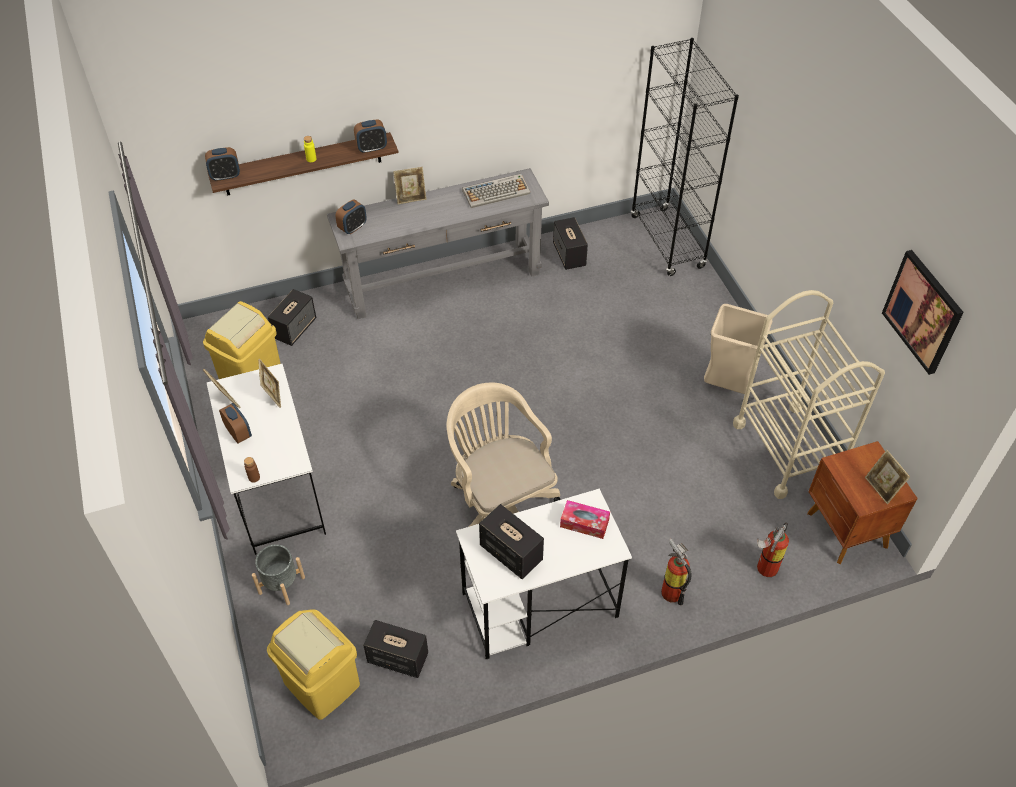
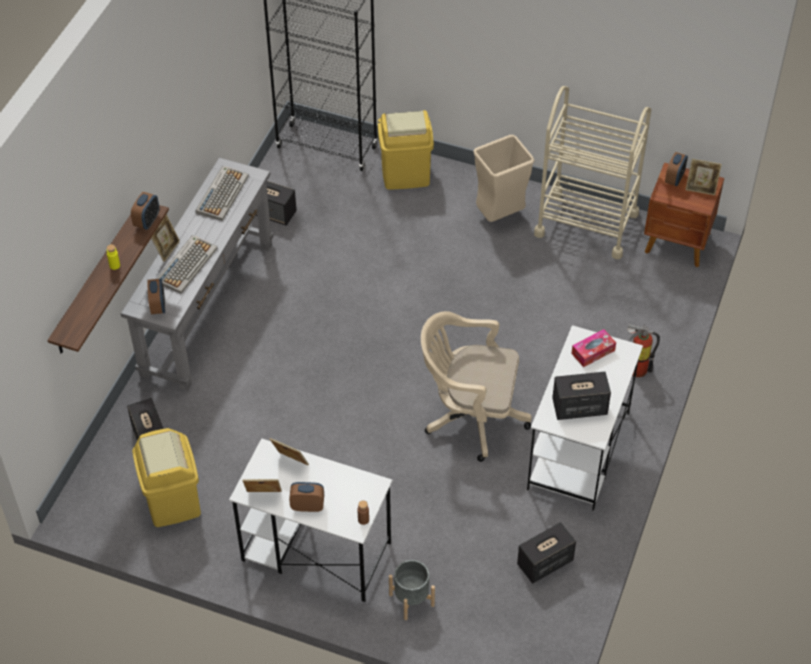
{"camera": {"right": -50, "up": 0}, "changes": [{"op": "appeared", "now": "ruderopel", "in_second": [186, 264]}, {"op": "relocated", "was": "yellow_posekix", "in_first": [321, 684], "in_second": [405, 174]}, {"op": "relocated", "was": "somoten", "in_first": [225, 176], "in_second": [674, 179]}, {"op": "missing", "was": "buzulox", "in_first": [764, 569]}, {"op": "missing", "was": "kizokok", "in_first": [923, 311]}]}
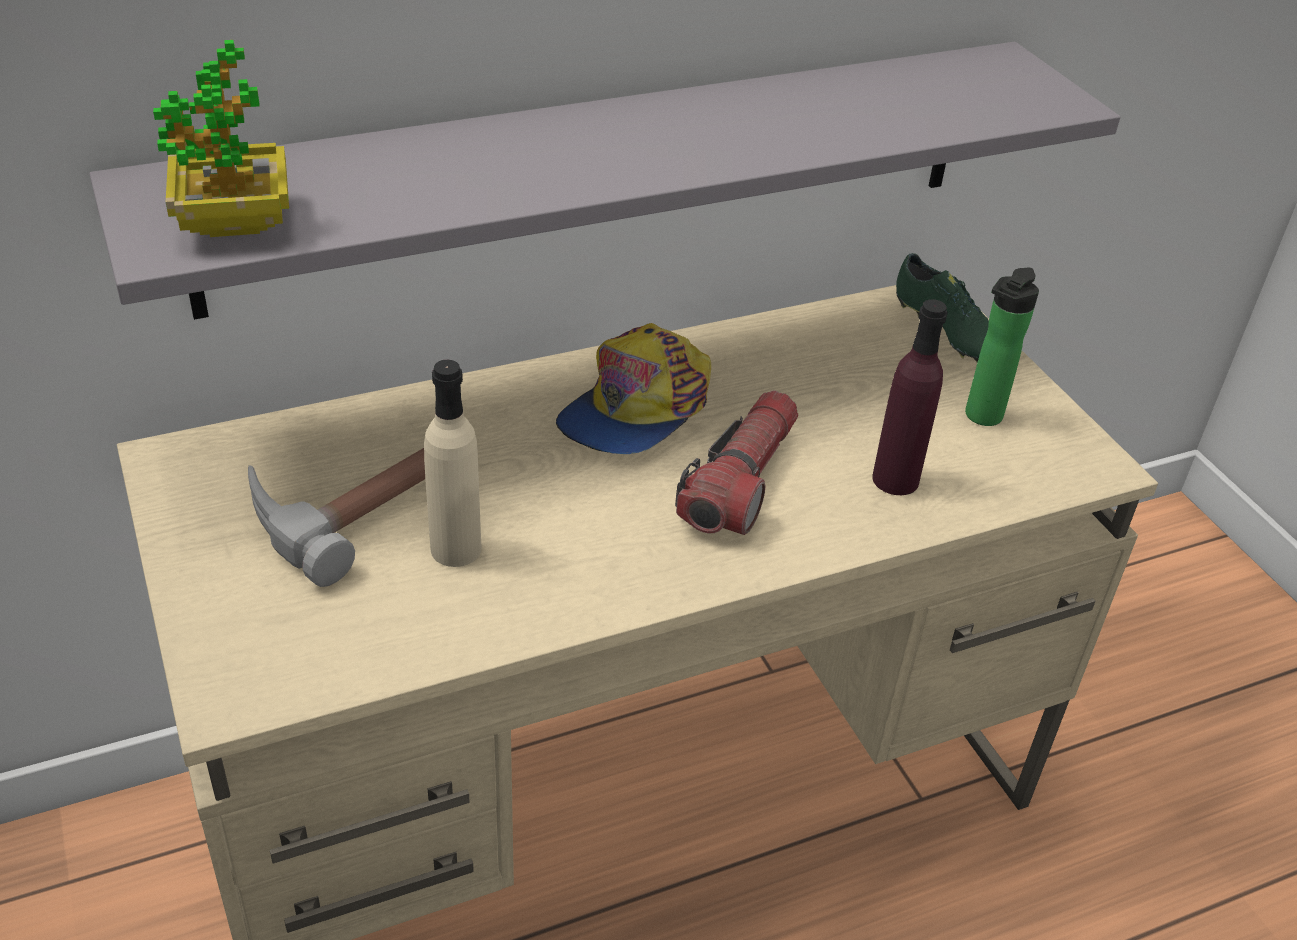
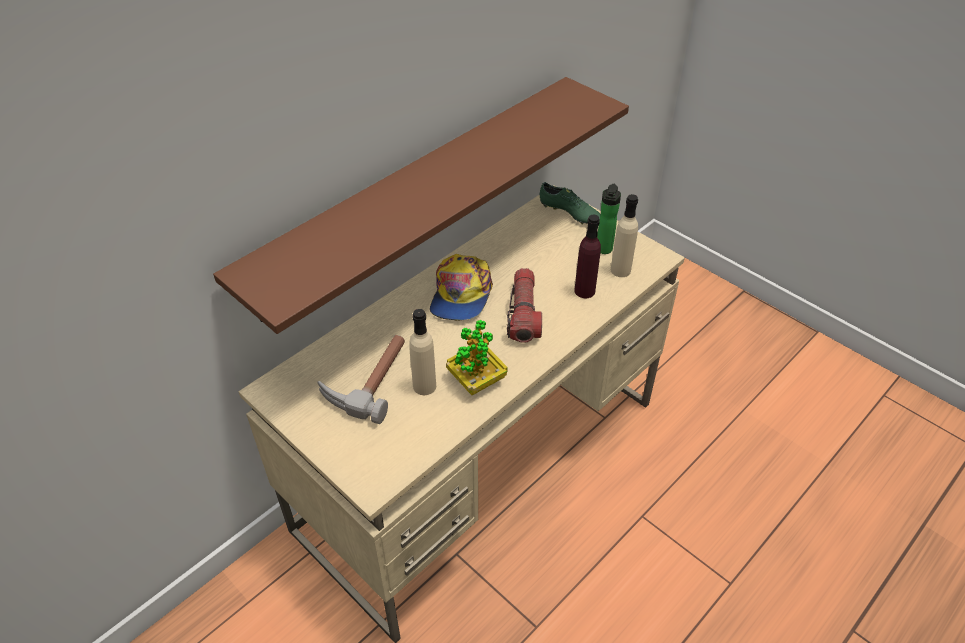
{"camera": {"right": -20, "up": 5}, "changes": [{"op": "colour", "was": "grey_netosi", "now": "brown_netosi", "in_first": [603, 173], "in_second": [416, 193]}, {"op": "relocated", "was": "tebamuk", "in_first": [234, 223], "in_second": [476, 380]}, {"op": "appeared", "now": "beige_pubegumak", "in_second": [620, 270]}]}
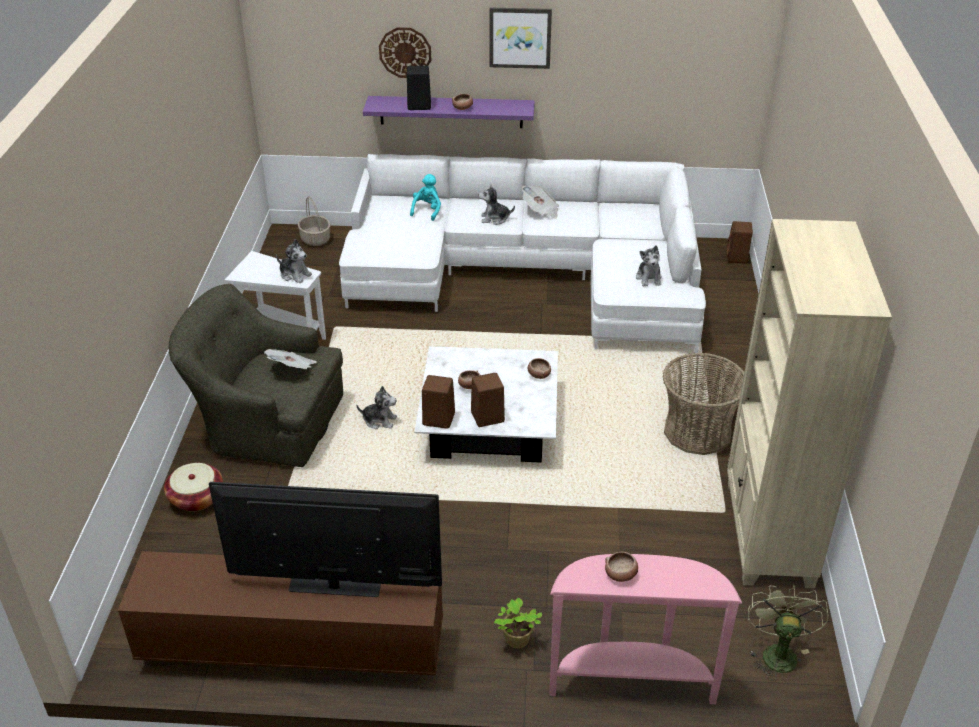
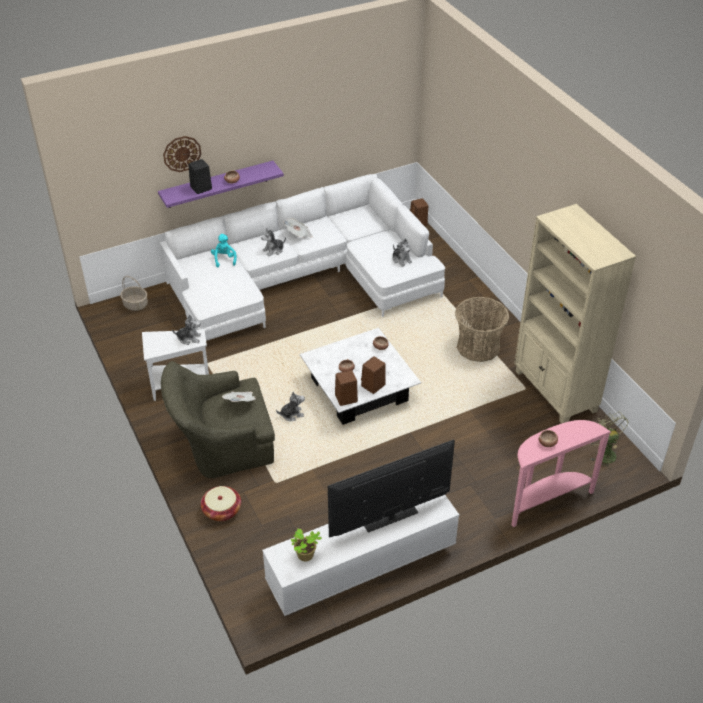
{"camera": {"right": -30, "up": 5}, "changes": [{"op": "colour", "was": "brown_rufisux", "now": "white_rufisux", "in_first": [292, 649], "in_second": [360, 569]}, {"op": "relocated", "was": "tebamuk", "in_first": [516, 641], "in_second": [305, 556]}, {"op": "missing", "was": "kizokok", "in_first": [520, 37]}]}
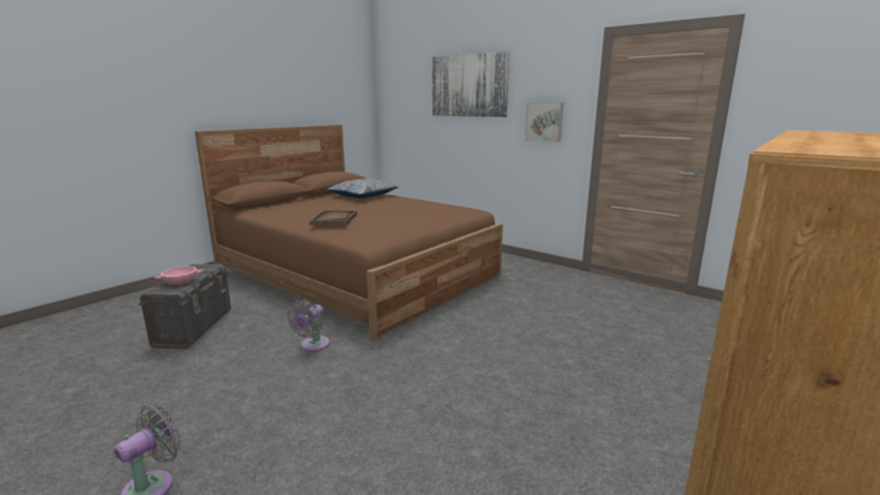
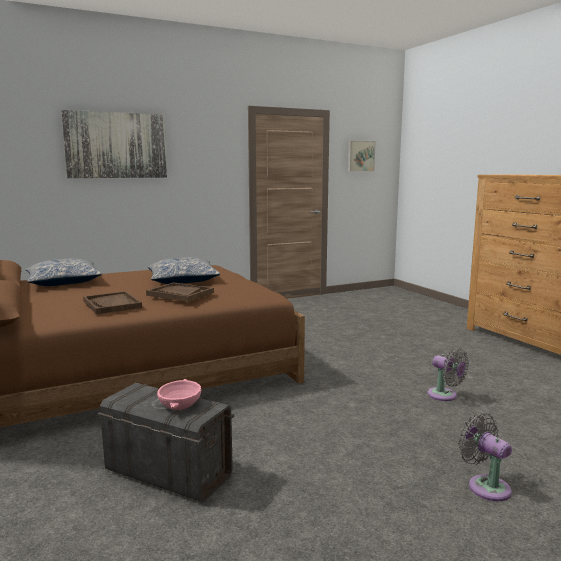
{"camera": {"right": -65, "up": -5}, "changes": [{"op": "appeared", "now": "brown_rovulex", "in_second": [112, 304]}, {"op": "appeared", "now": "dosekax", "in_second": [183, 280]}, {"op": "relocated", "was": "kizokok", "in_first": [544, 121], "in_second": [360, 156]}, {"op": "relocated", "was": "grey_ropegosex", "in_first": [313, 346], "in_second": [445, 396]}]}
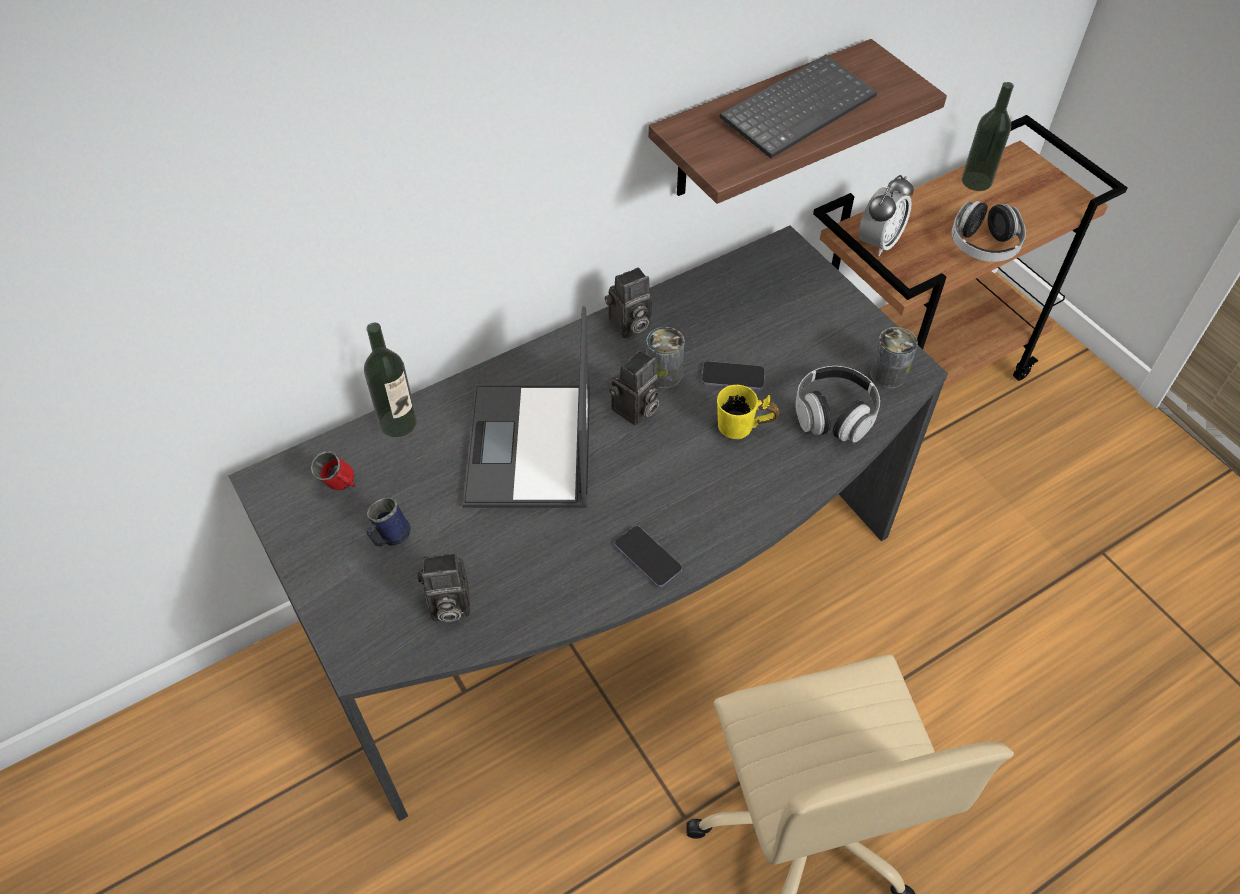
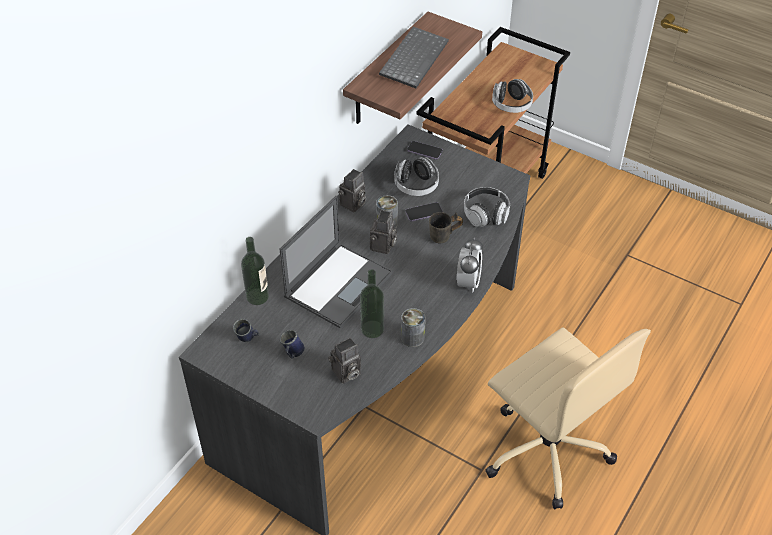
{"camera": {"right": -25, "up": -5}, "changes": [{"op": "colour", "was": "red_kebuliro", "now": "blue_kebuliro", "in_first": [341, 487], "in_second": [248, 339]}, {"op": "spun", "was": "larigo", "in_first": [530, 448], "in_second": [339, 284], "clockwise": -120}, {"op": "relocated", "was": "pubegumak", "in_first": [976, 181], "in_second": [372, 329]}, {"op": "appeared", "now": "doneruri", "in_second": [416, 186]}, {"op": "relocated", "was": "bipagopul", "in_first": [888, 374], "in_second": [412, 337]}, {"op": "relocated", "was": "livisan", "in_first": [648, 557], "in_second": [424, 151]}, {"op": "colour", "was": "yellow_kebuliro", "now": "grey_kebuliro", "in_first": [743, 431], "in_second": [445, 238]}, {"op": "relocated", "was": "somoten", "in_first": [879, 243], "in_second": [468, 282]}]}
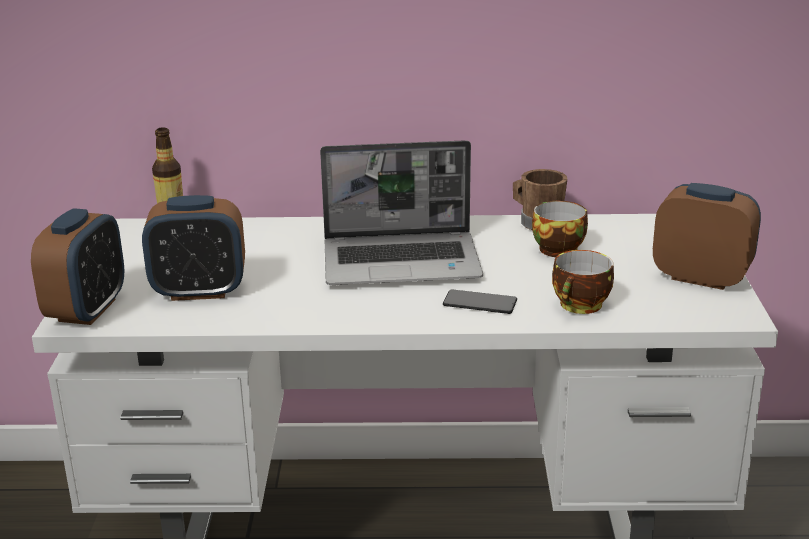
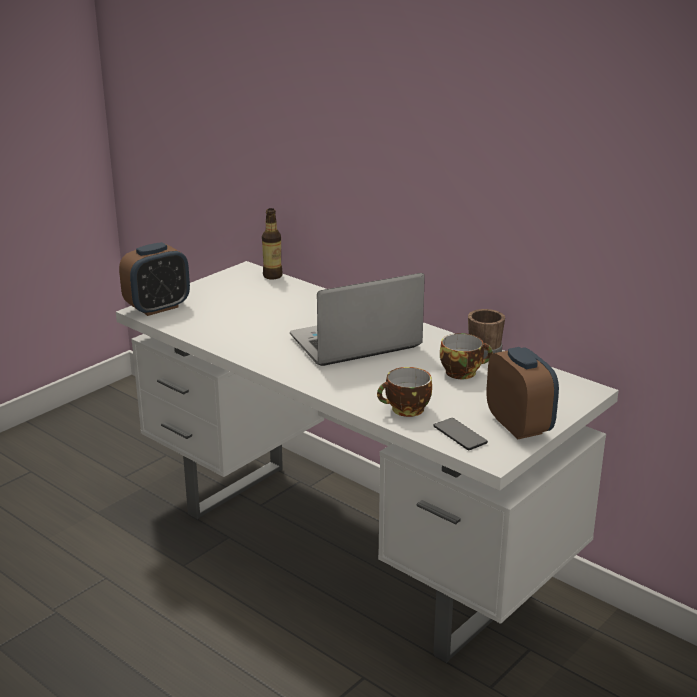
{"camera": {"right": 40, "up": 0}, "changes": [{"op": "spun", "was": "larigo", "in_first": [403, 261], "in_second": [354, 343], "clockwise": 120}, {"op": "relocated", "was": "livisan", "in_first": [480, 303], "in_second": [460, 435]}, {"op": "missing", "was": "somoten", "in_first": [199, 291]}]}
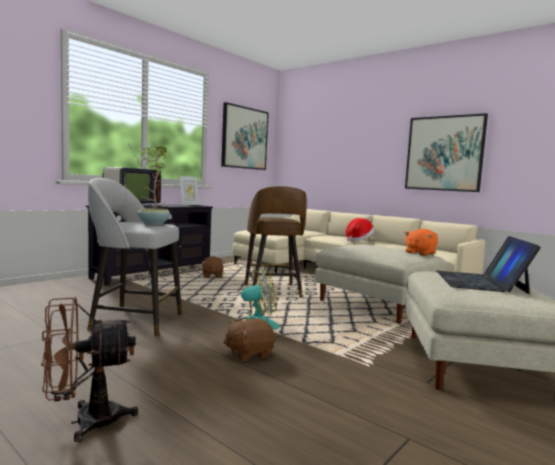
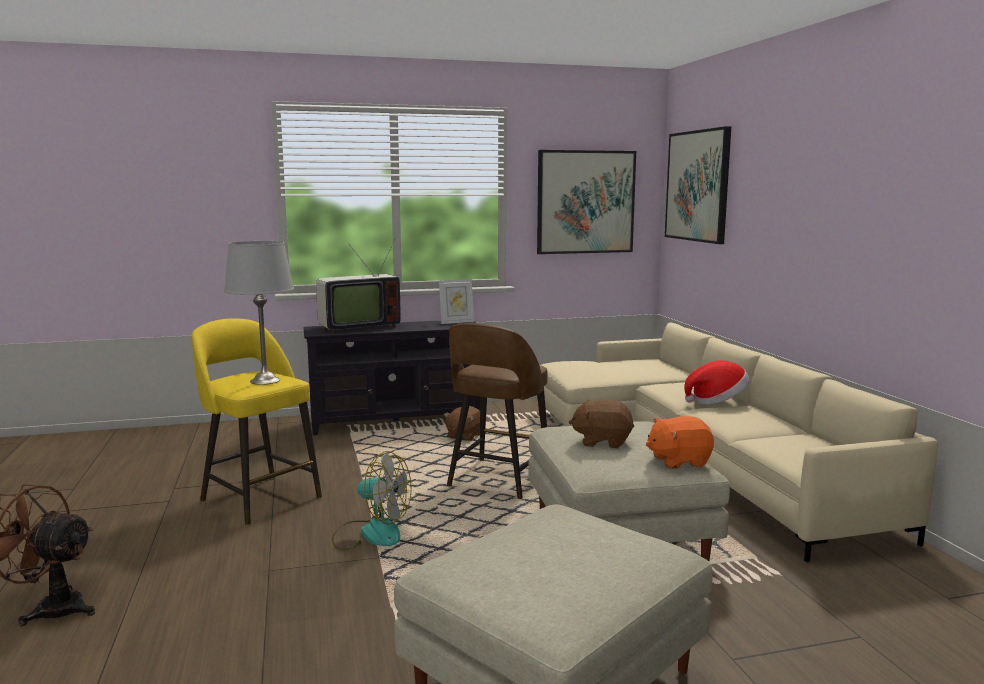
{"camera": {"right": 35, "up": 5}, "changes": [{"op": "colour", "was": "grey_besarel", "now": "yellow_besarel", "in_first": [134, 321], "in_second": [259, 498]}, {"op": "exchanged", "was": "tebamuk", "now": "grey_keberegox", "in_first": [152, 223], "in_second": [265, 381]}, {"op": "relocated", "was": "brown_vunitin", "in_first": [249, 353], "in_second": [602, 441]}, {"op": "relocated", "was": "kizokok", "in_first": [444, 153], "in_second": [698, 186]}, {"op": "missing", "was": "larigo", "in_first": [480, 282]}]}
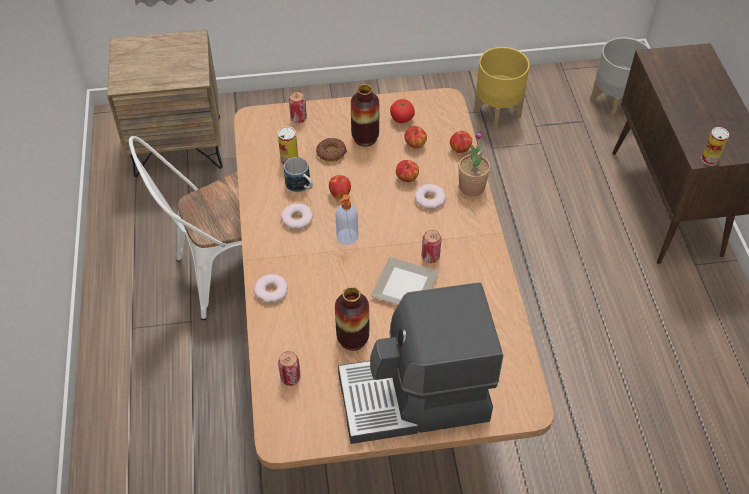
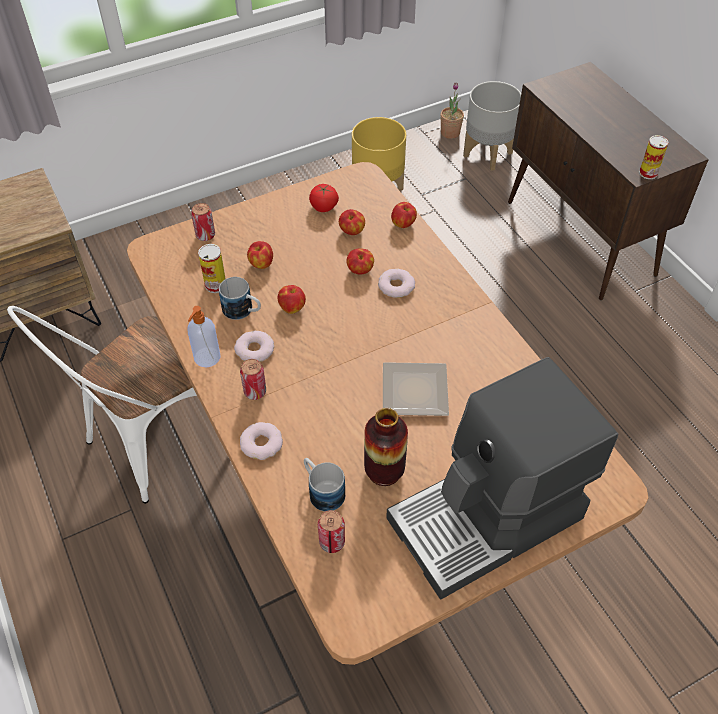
{"camera": {"right": -20, "up": 0}, "changes": [{"op": "relocated", "was": "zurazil", "in_first": [346, 237], "in_second": [206, 358]}, {"op": "relocated", "was": "bipagopul", "in_first": [430, 257], "in_second": [255, 392]}, {"op": "exchanged", "was": "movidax", "now": "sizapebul", "in_first": [331, 152], "in_second": [261, 264]}, {"op": "appeared", "now": "kebuliro", "in_second": [322, 490]}, {"op": "relocated", "was": "tebamuk", "in_first": [471, 187], "in_second": [450, 133]}, {"op": "missing", "was": "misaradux", "in_first": [365, 138]}]}
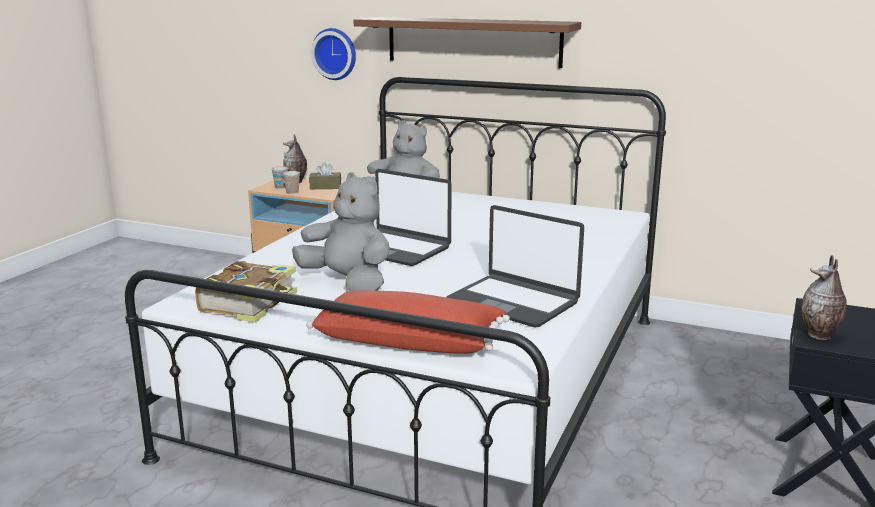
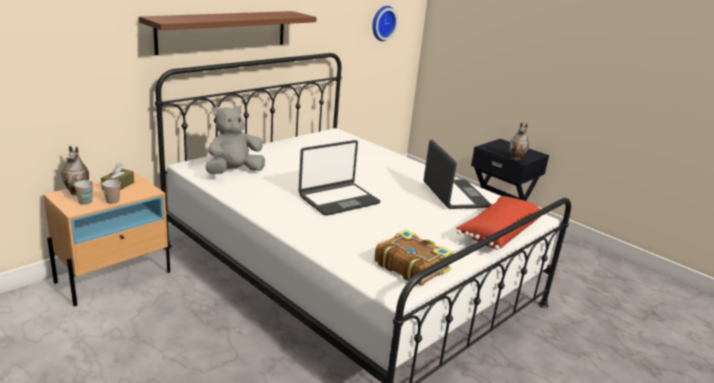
{"camera": {"right": -70, "up": 5}, "changes": [{"op": "relocated", "was": "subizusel", "in_first": [335, 54], "in_second": [382, 23]}, {"op": "spun", "was": "larigo", "in_first": [513, 302], "in_second": [454, 195], "clockwise": -75}, {"op": "missing", "was": "grey_vunitin", "in_first": [348, 283]}]}
